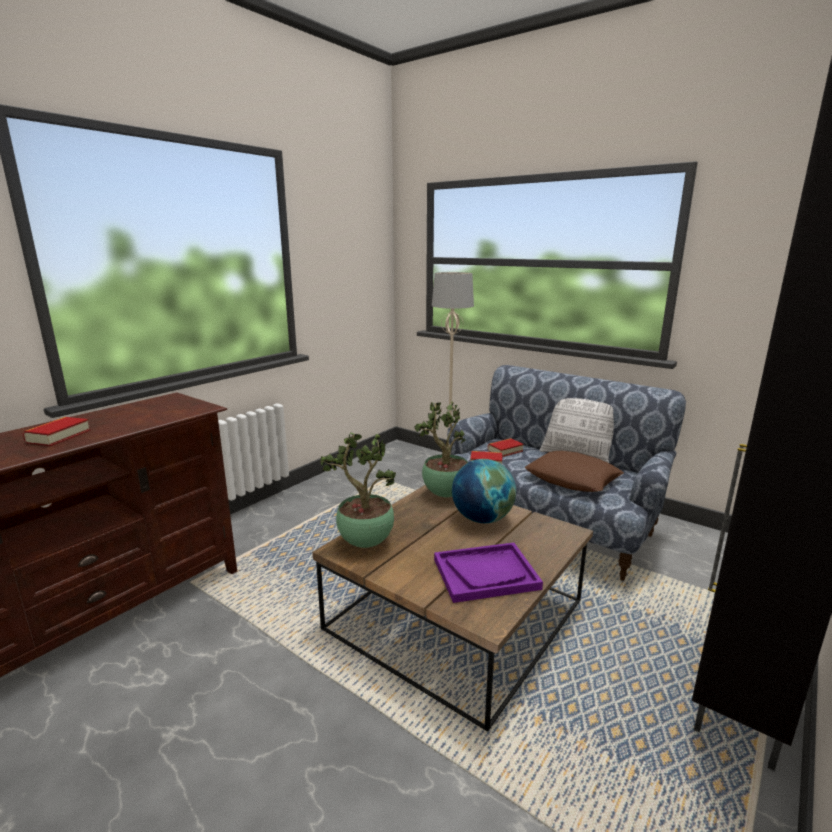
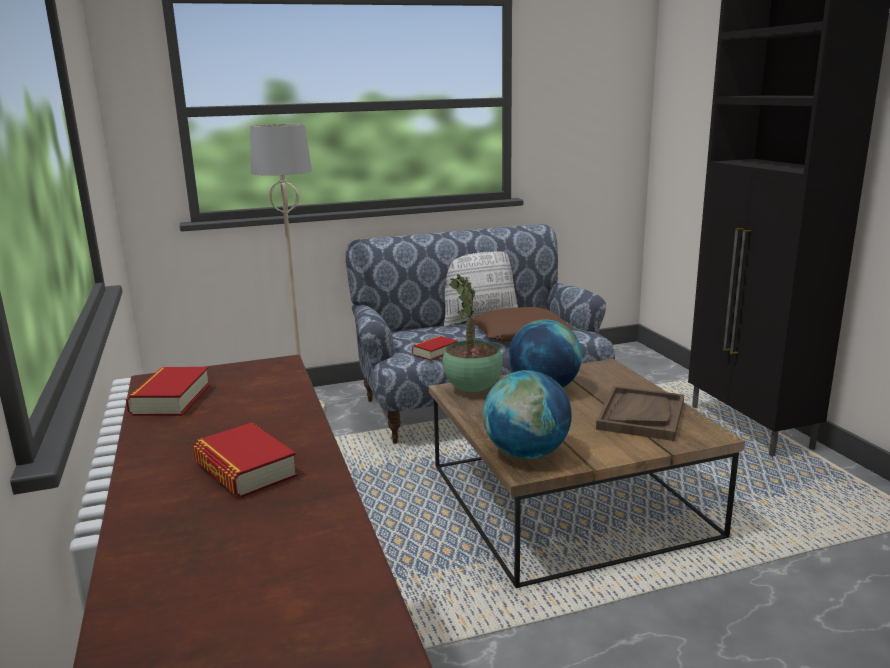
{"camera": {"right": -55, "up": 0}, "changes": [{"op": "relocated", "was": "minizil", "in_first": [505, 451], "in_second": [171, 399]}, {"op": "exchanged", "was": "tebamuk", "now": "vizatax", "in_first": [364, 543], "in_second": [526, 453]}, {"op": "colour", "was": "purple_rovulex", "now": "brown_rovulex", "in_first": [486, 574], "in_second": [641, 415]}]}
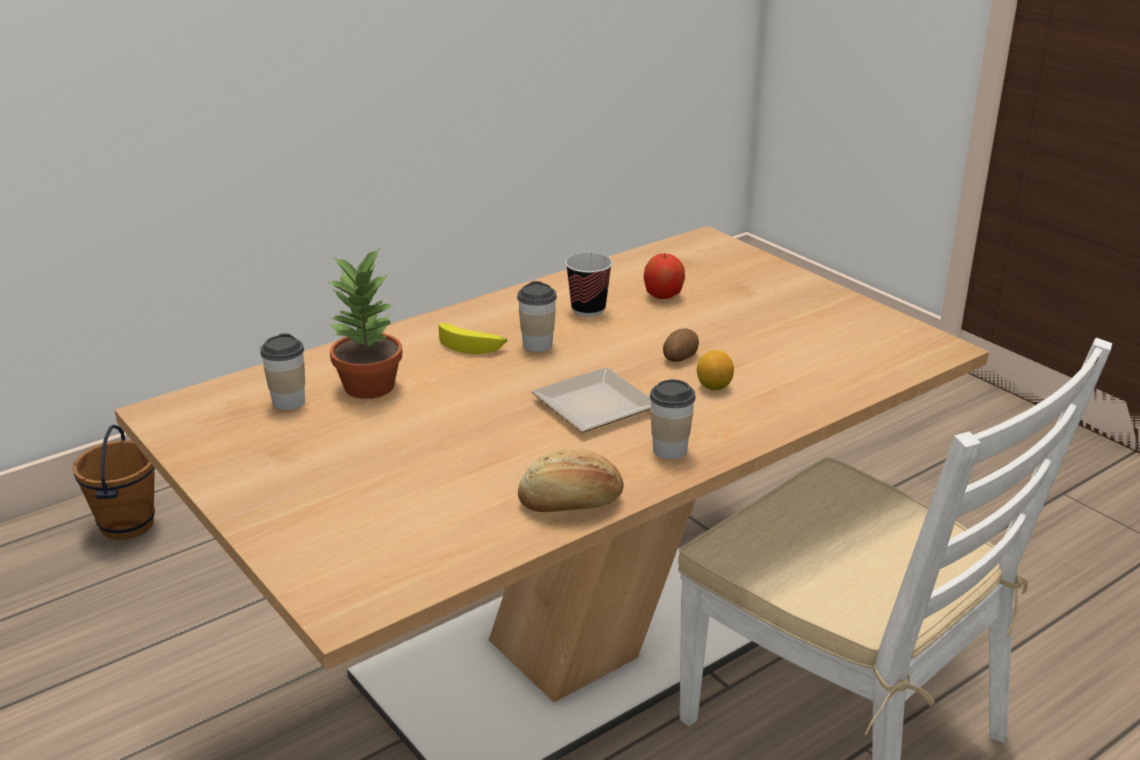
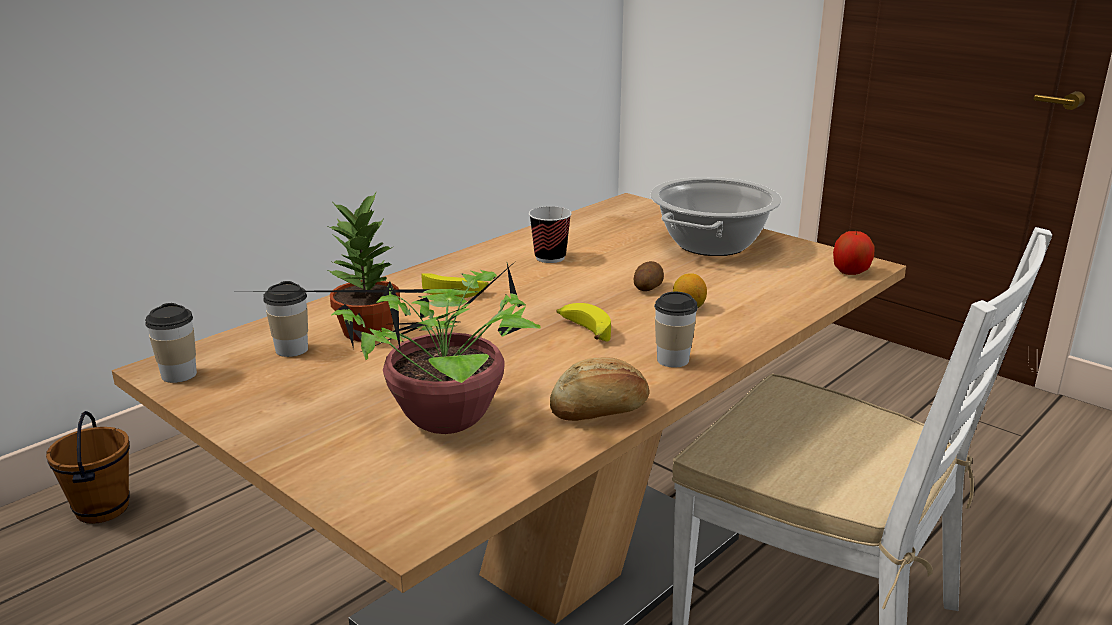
{"camera": {"right": -10, "up": -5}, "changes": [{"op": "relocated", "was": "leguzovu", "in_first": [537, 345], "in_second": [179, 375]}, {"op": "appeared", "now": "tebamuk", "in_second": [438, 419]}, {"op": "exchanged", "was": "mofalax", "now": "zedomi", "in_first": [590, 405], "in_second": [583, 330]}, {"op": "appeared", "now": "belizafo", "in_second": [712, 244]}, {"op": "relocated", "was": "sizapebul", "in_first": [663, 295], "in_second": [850, 272]}]}
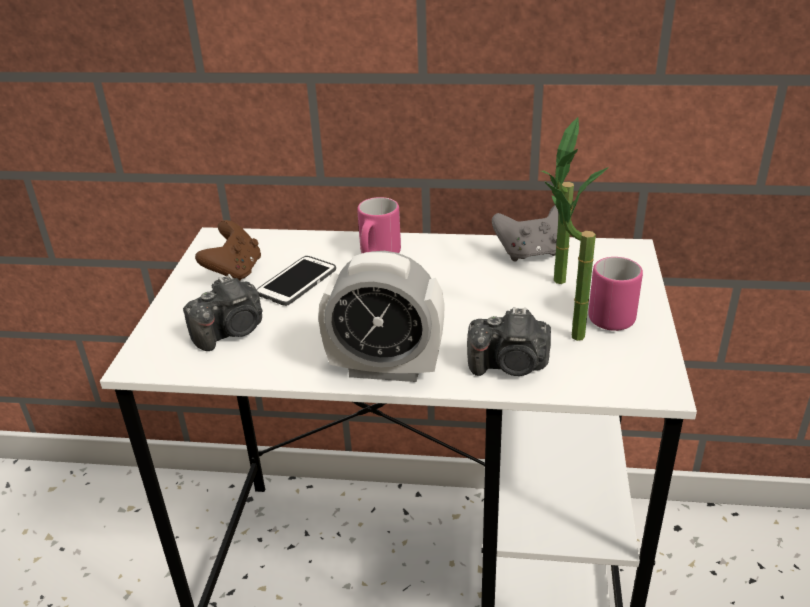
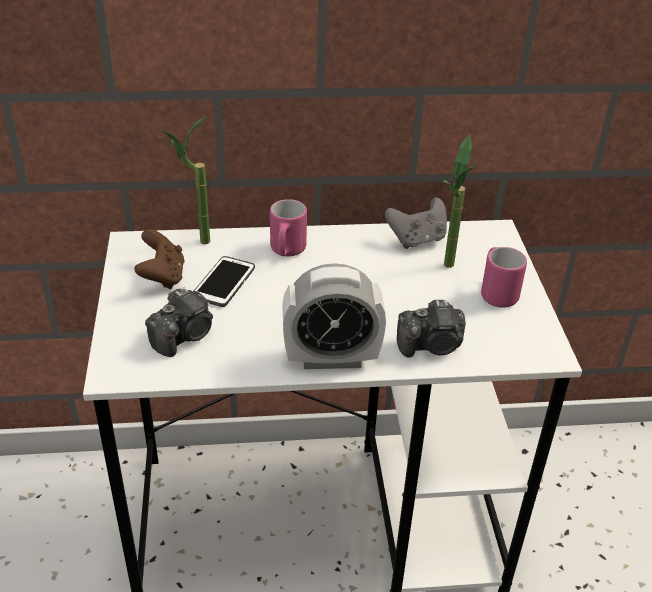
{"camera": {"right": -15, "up": 5}, "changes": [{"op": "relocated", "was": "tebamuk", "in_first": [563, 336], "in_second": [194, 242]}]}
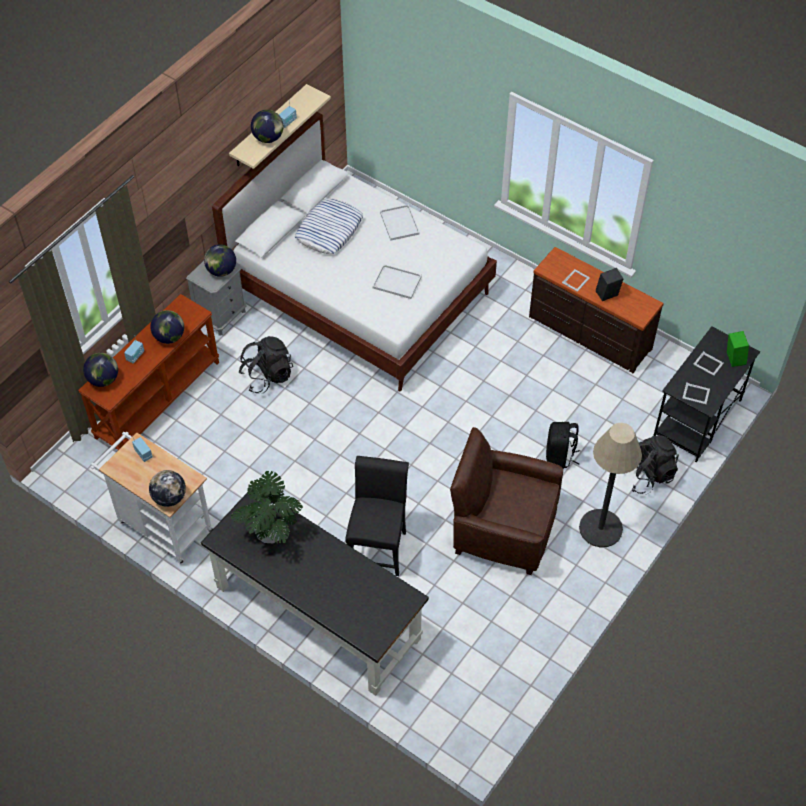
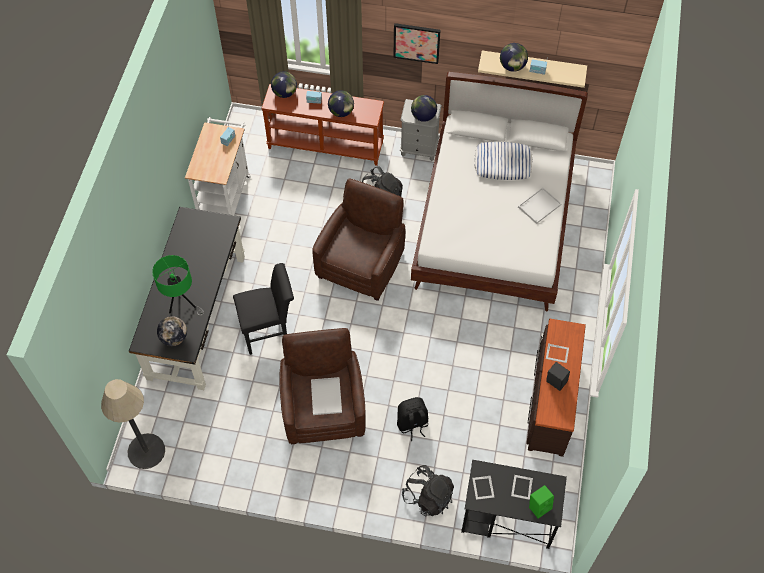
{"camera": {"right": 65, "up": 5}, "changes": [{"op": "relocated", "was": "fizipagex", "in_first": [600, 528], "in_second": [146, 451]}, {"op": "appeared", "now": "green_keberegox", "in_second": [182, 305]}, {"op": "relocated", "was": "vizatax", "in_first": [169, 498], "in_second": [174, 338]}, {"op": "relocated", "was": "white_rovulex", "in_first": [398, 282], "in_second": [326, 397]}, {"op": "appeared", "now": "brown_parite", "in_second": [361, 264]}, {"op": "appeared", "now": "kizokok", "in_second": [416, 42]}, {"op": "missing", "was": "tebamuk", "in_first": [270, 532]}]}
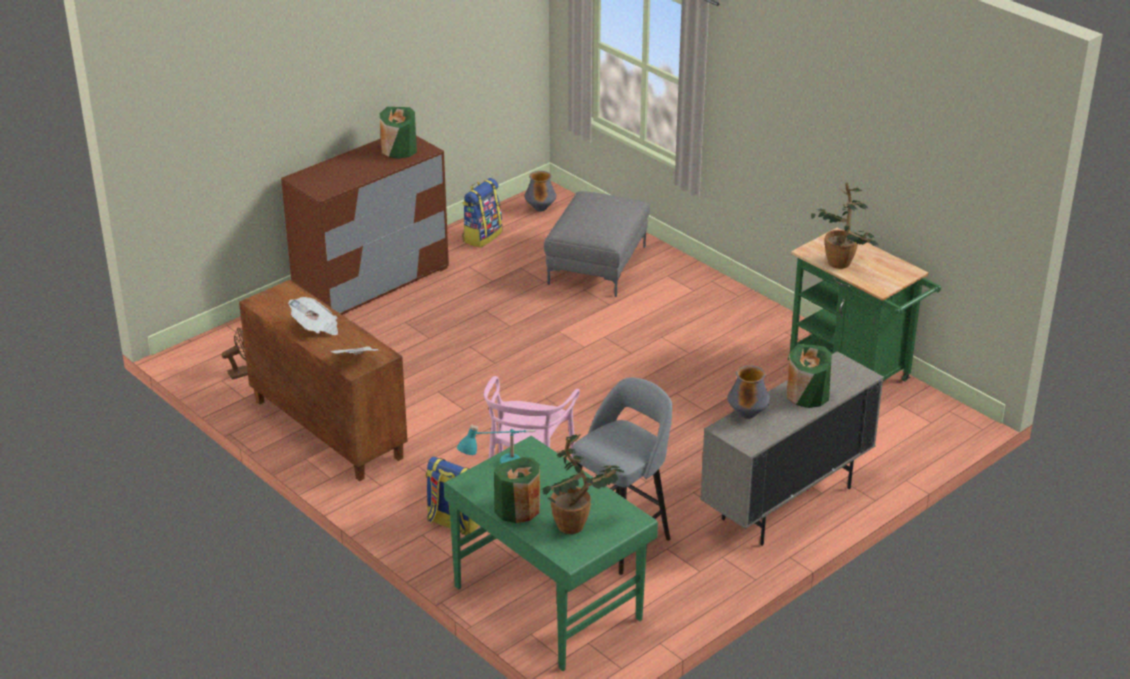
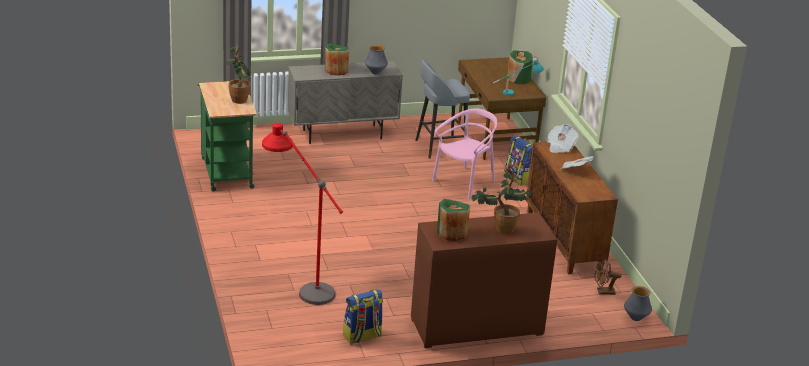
{"camera": {"right": -155, "up": -5}, "changes": [{"op": "exchanged", "was": "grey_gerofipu", "now": "red_fizipagex", "in_first": [598, 266], "in_second": [300, 283]}, {"op": "colour", "was": "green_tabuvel", "now": "brown_tabuvel", "in_first": [548, 601], "in_second": [495, 138]}, {"op": "relocated", "was": "tebamuk", "in_first": [578, 524], "in_second": [500, 228]}, {"op": "relocated", "was": "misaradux", "in_first": [540, 209], "in_second": [635, 318]}]}
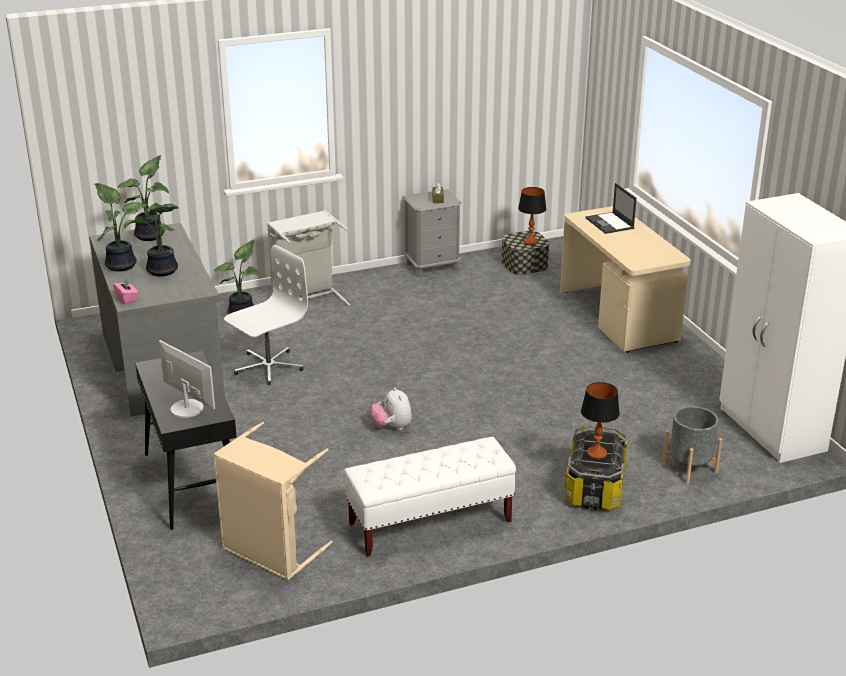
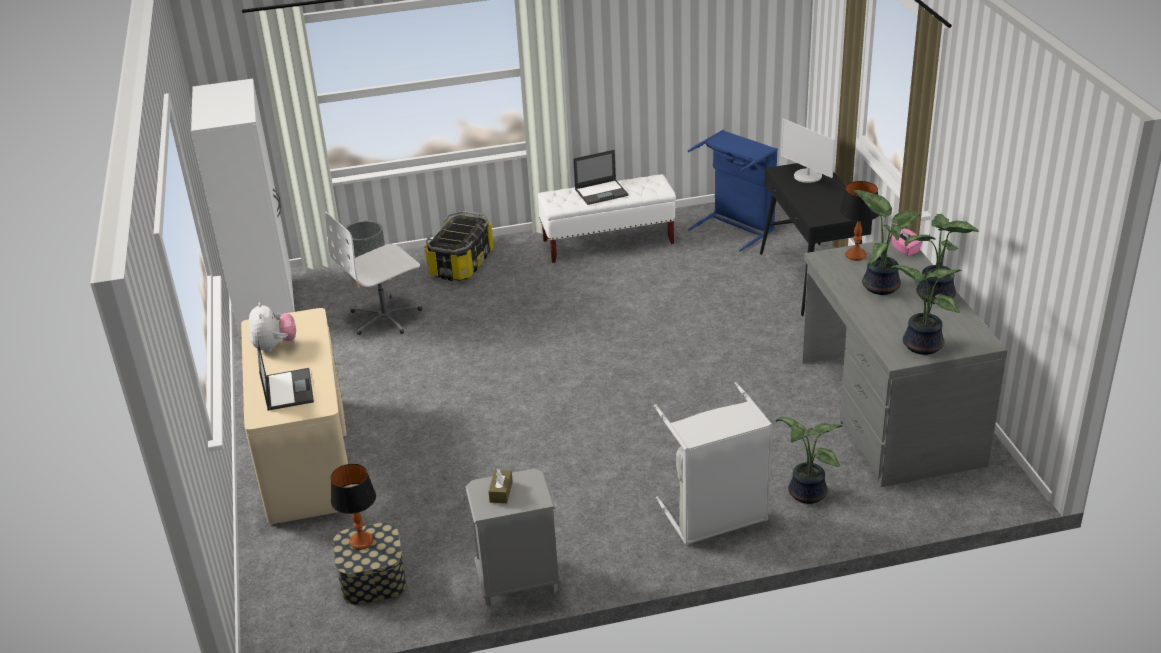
{"camera": {"right": -170, "up": 5}, "changes": [{"op": "relocated", "was": "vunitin", "in_first": [392, 427], "in_second": [274, 346]}, {"op": "relocated", "was": "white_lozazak", "in_first": [268, 367], "in_second": [385, 317]}, {"op": "appeared", "now": "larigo", "in_second": [602, 192]}, {"op": "colour", "was": "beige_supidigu", "now": "blue_supidigu", "in_first": [270, 553], "in_second": [736, 227]}, {"op": "relocated", "was": "keberegox", "in_first": [597, 453], "in_second": [855, 255]}]}
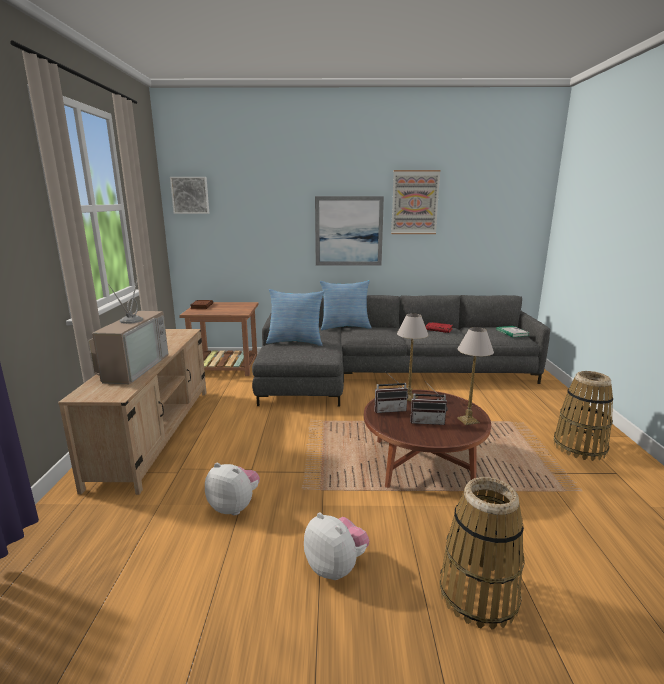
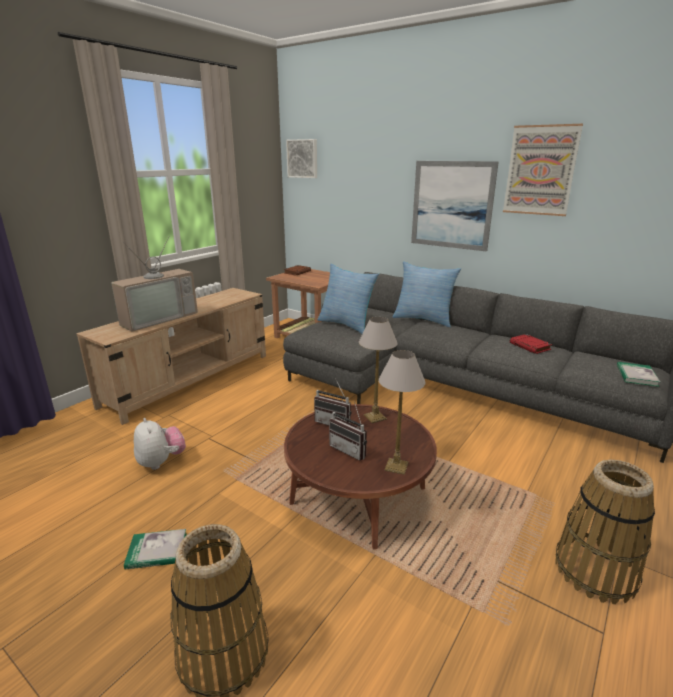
{"camera": {"right": 35, "up": 5}, "changes": [{"op": "exchanged", "was": "vunitin", "now": "minizil", "in_first": [336, 567], "in_second": [157, 551]}]}
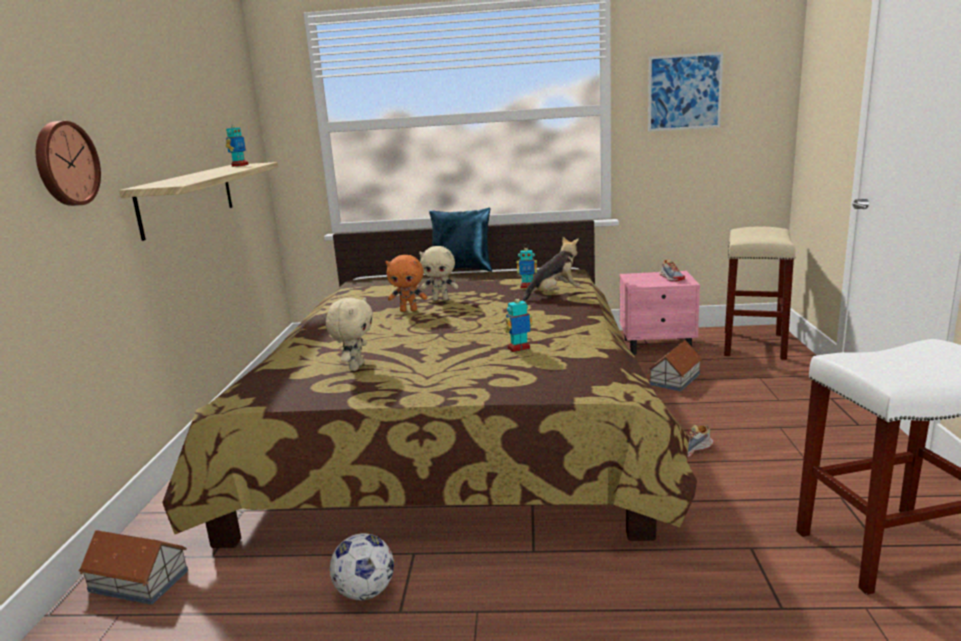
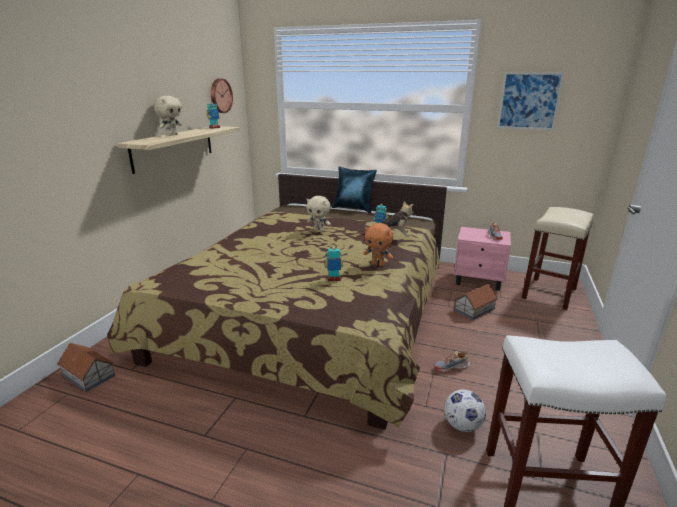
{"camera": {"right": 15, "up": 5}, "changes": [{"op": "relocated", "was": "beige_vunitin", "in_first": [355, 367], "in_second": [172, 135]}, {"op": "relocated", "was": "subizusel", "in_first": [65, 164], "in_second": [220, 96]}, {"op": "relocated", "was": "orange_vunitin", "in_first": [409, 310], "in_second": [378, 264]}, {"op": "relocated", "was": "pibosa", "in_first": [366, 592], "in_second": [462, 425]}]}
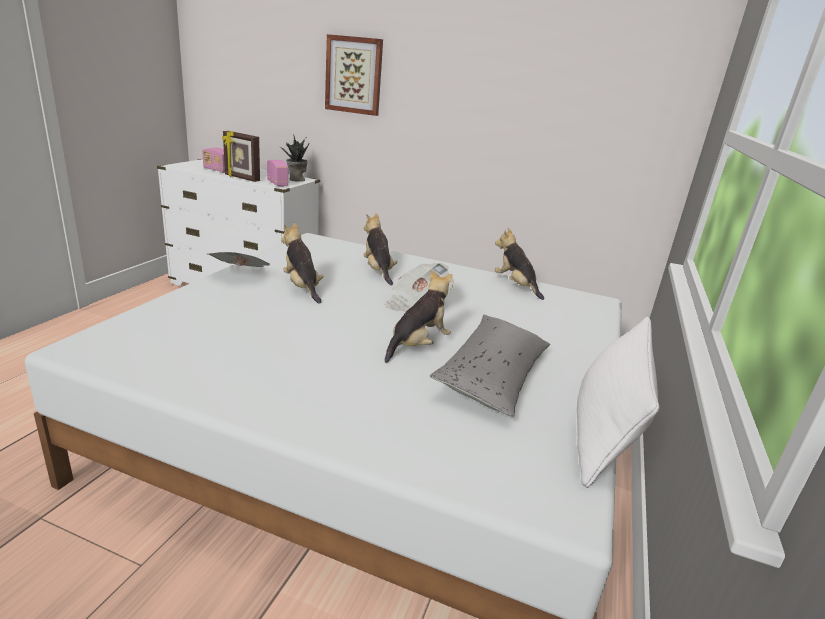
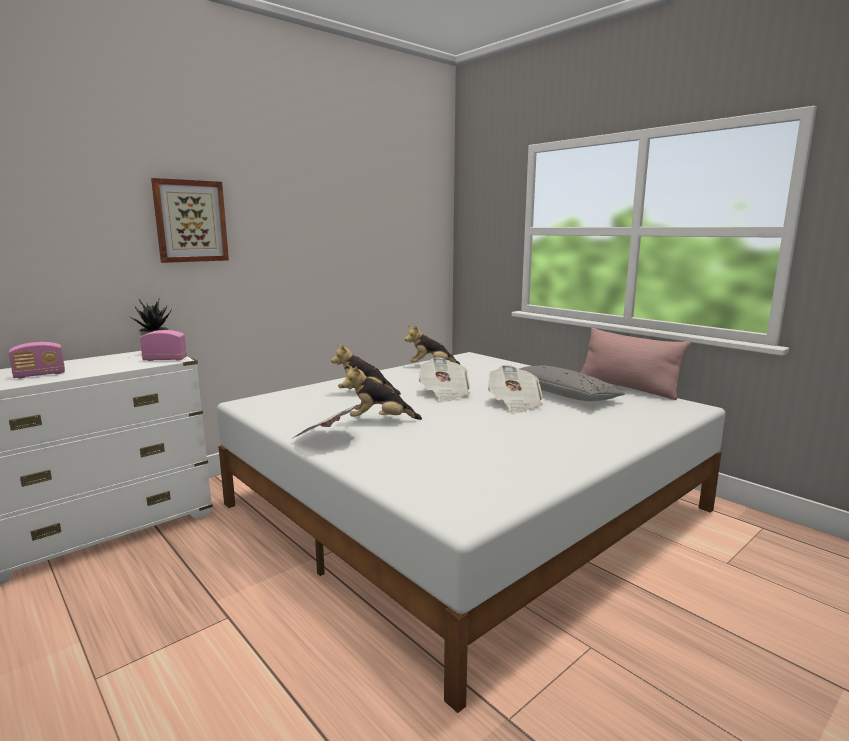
{"camera": {"right": -60, "up": -10}, "changes": [{"op": "exchanged", "was": "vunitin", "now": "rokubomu", "in_first": [418, 345], "in_second": [514, 404]}, {"op": "colour", "was": "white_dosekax", "now": "pink_dosekax", "in_first": [604, 431], "in_second": [627, 387]}, {"op": "missing", "was": "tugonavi", "in_first": [241, 178]}]}
